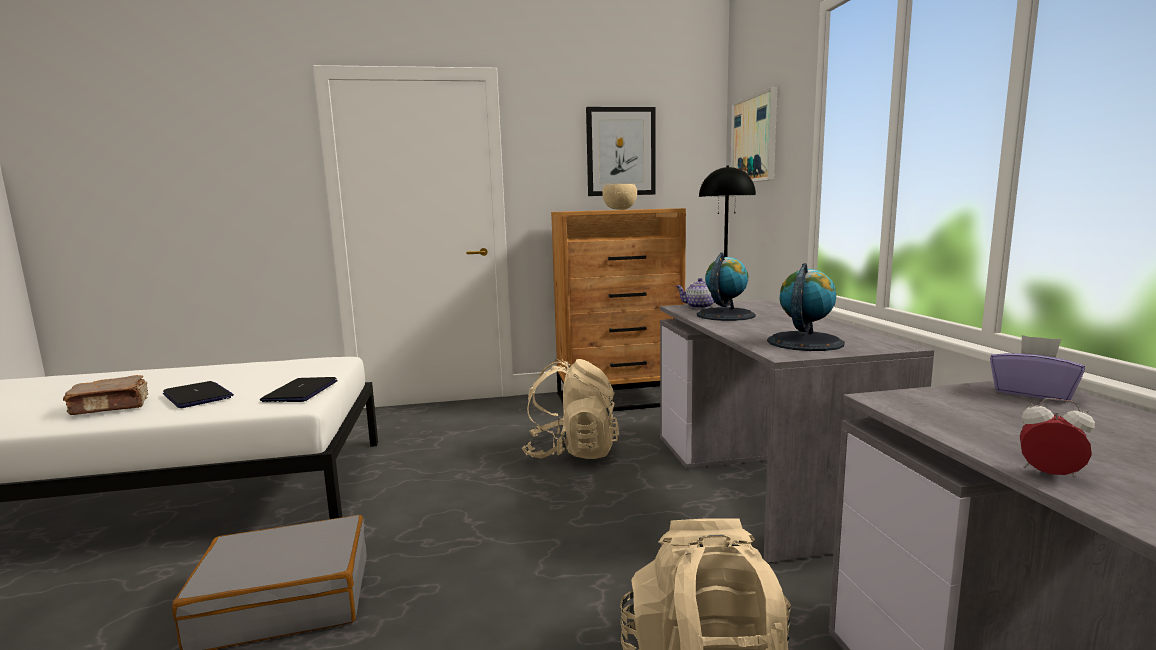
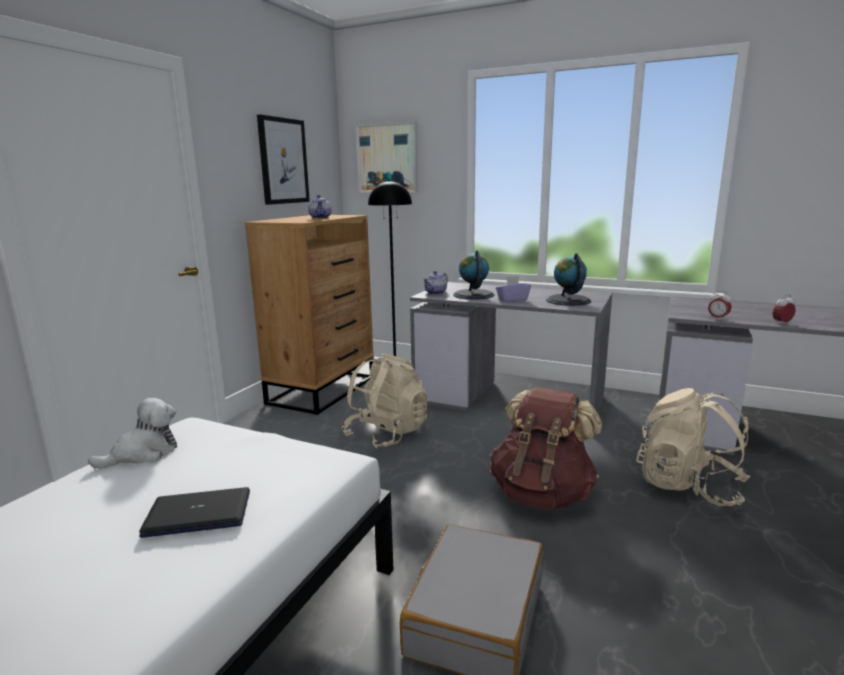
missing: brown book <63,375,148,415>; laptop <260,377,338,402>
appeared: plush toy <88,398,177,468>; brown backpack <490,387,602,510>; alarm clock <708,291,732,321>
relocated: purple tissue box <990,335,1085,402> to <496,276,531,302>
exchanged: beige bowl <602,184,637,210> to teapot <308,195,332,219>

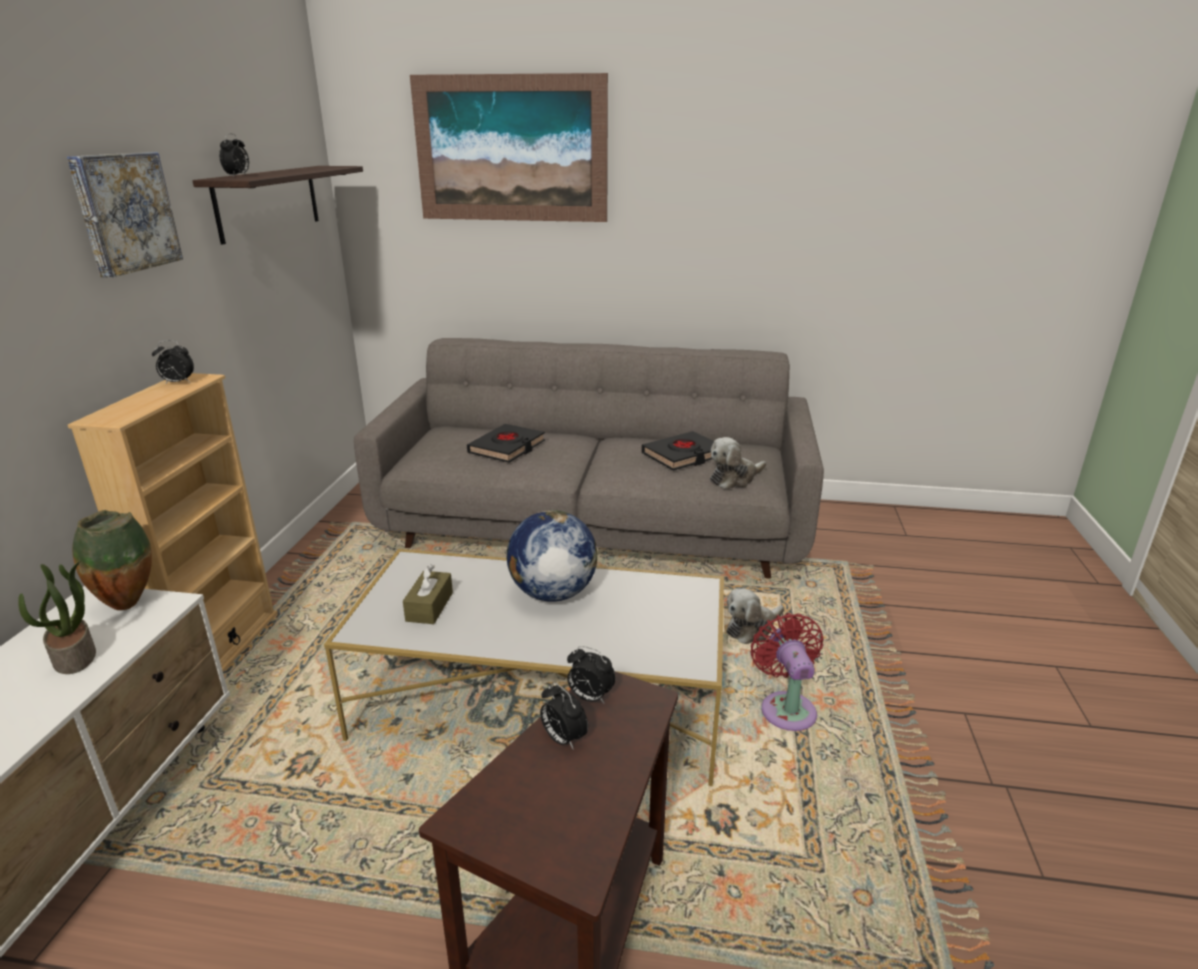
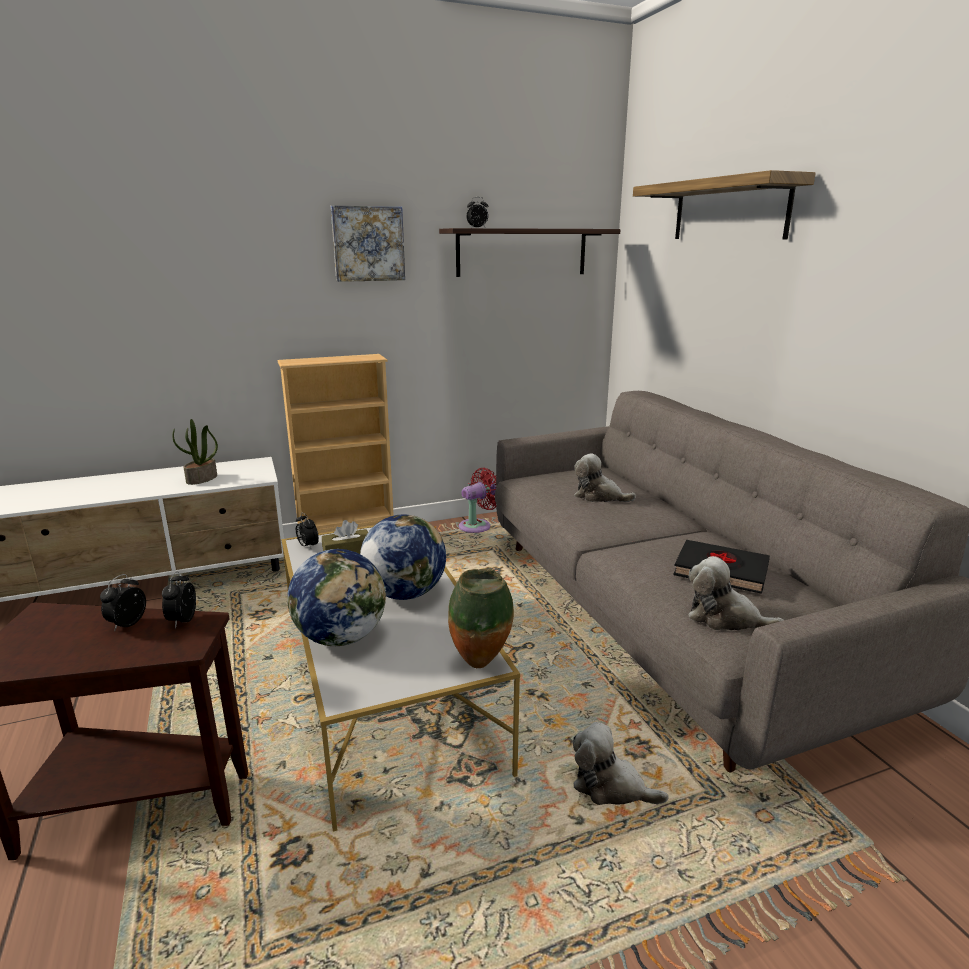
appeared: globe <287,549,386,646>
relocated: alarm clock <152,340,194,384> to <296,513,319,549>; vase <72,510,152,610> to <448,569,514,668>; red fan <750,613,824,731> to <459,468,496,533>
exchanged: black book <467,424,545,463> to plush toy <574,453,636,502>; picture <410,73,608,222> to shelf <633,170,815,240>

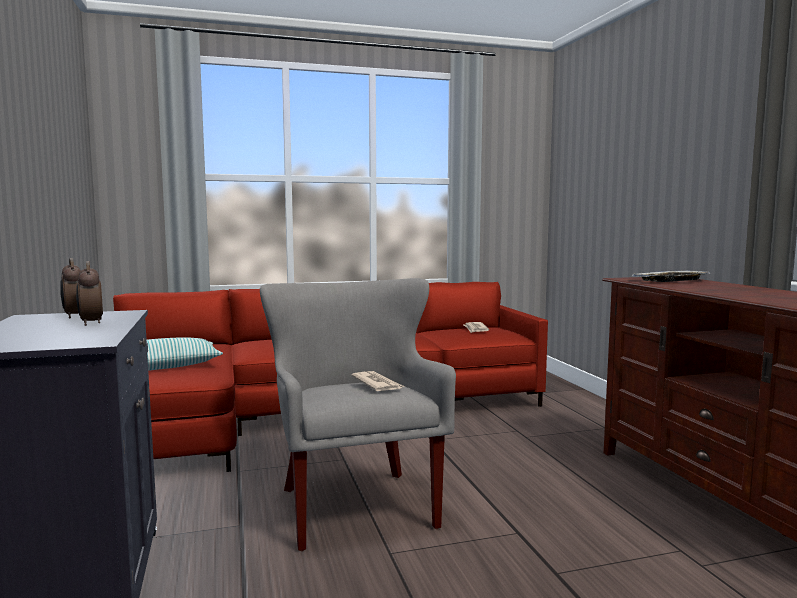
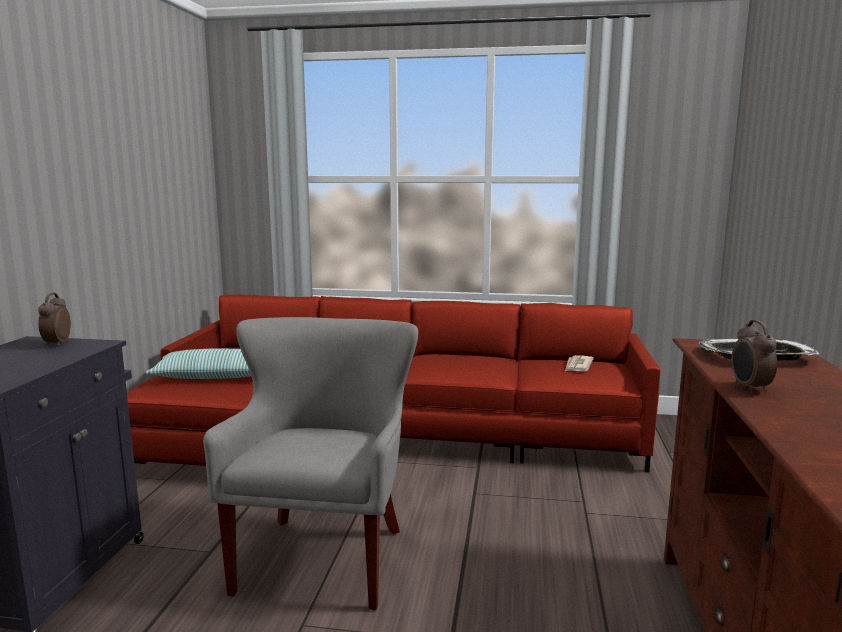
missing: newspaper <351,371,405,391>
relocated: alarm clock <76,261,103,326> to <731,320,777,393>

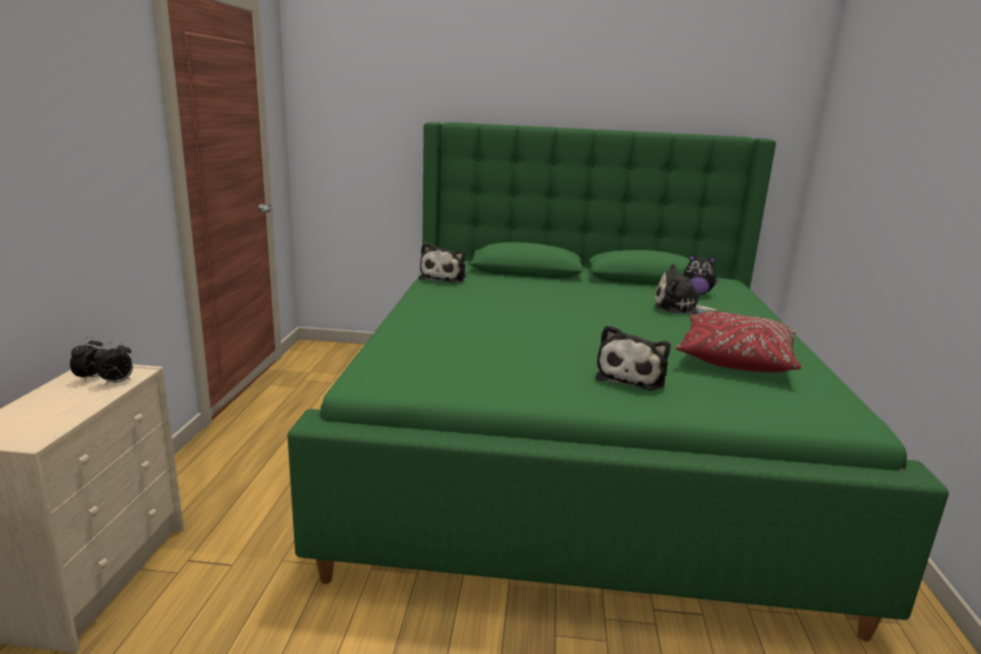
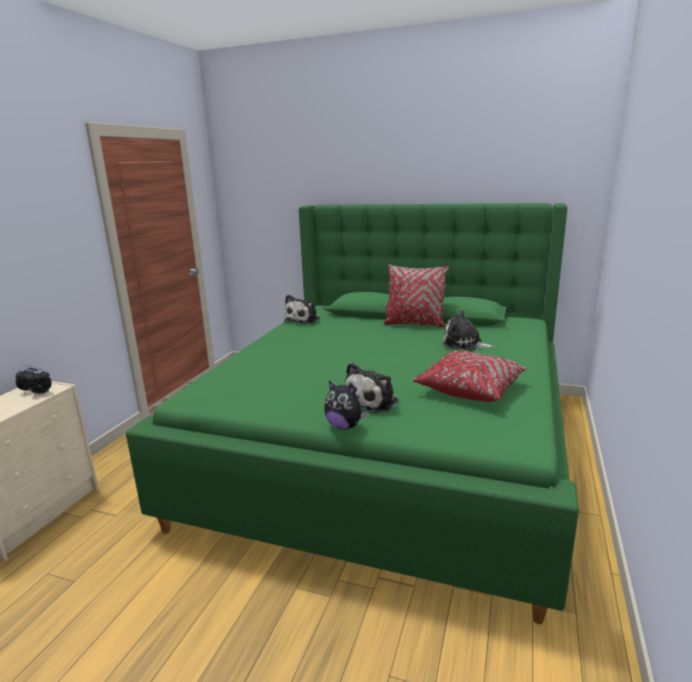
appeared: red pillow <383,264,449,327>
relocated: plush toy <683,253,719,295> to <324,381,368,430>

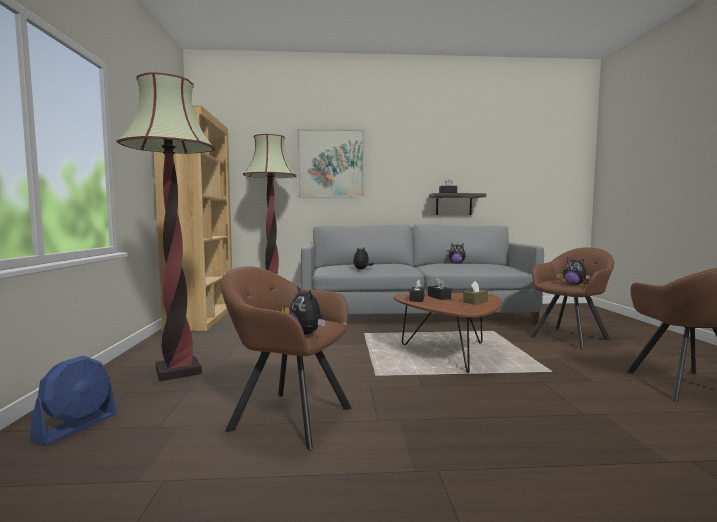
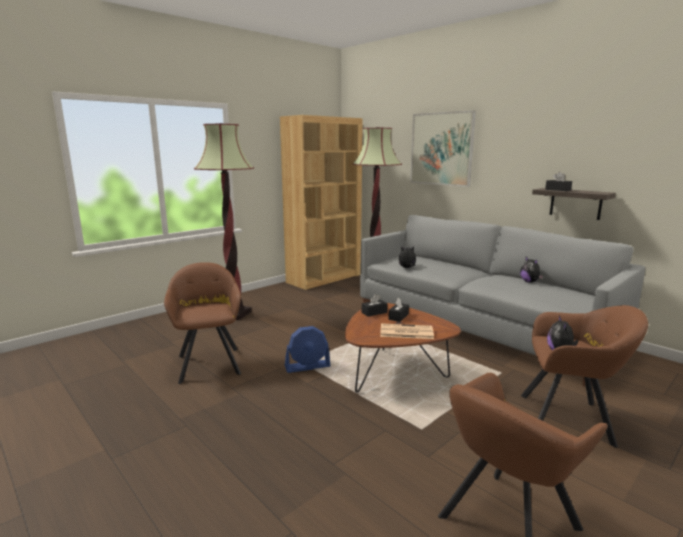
missing: plush toy <289,286,325,335>
relocated: blue fan <30,355,117,445> to <285,326,331,373>
exchanged: brown tissue box <463,281,488,305> to newspaper <380,323,434,339>

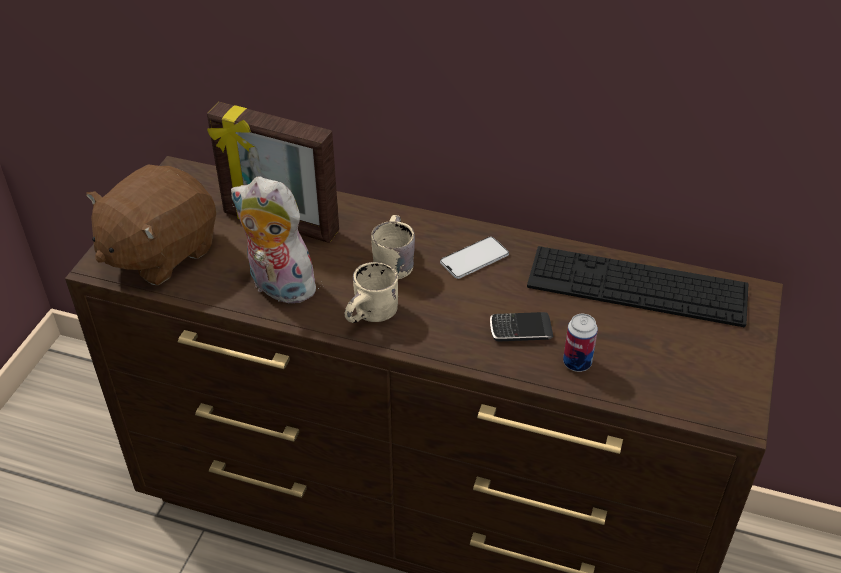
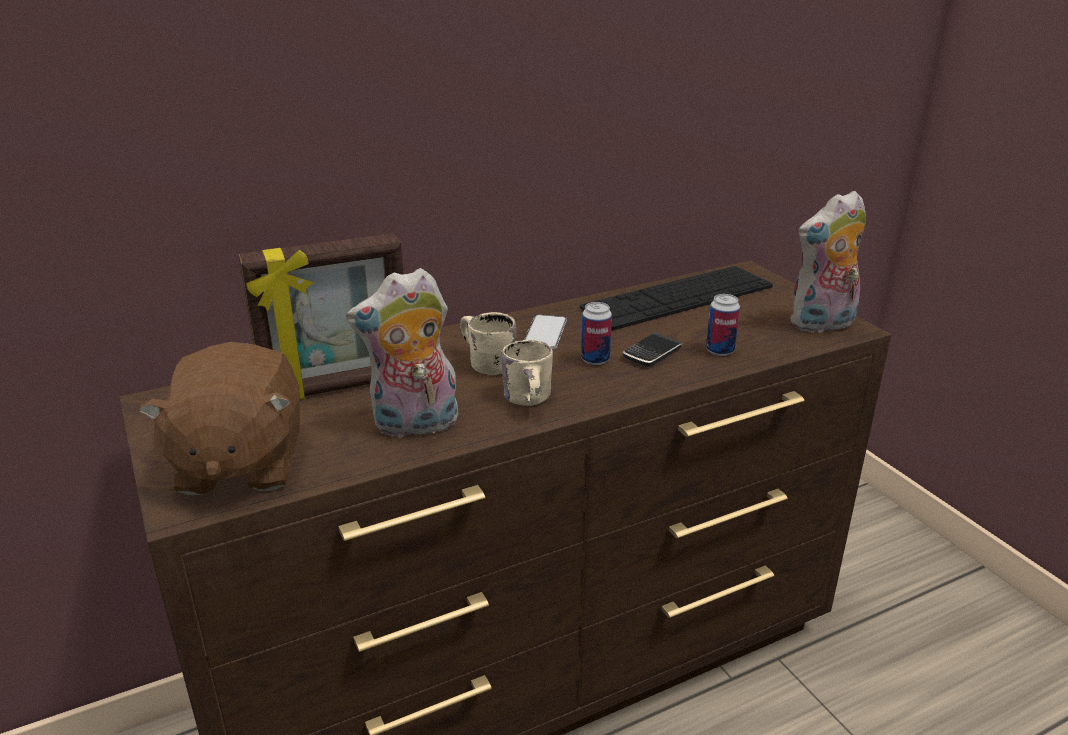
appeared: can <581,302,612,365>; plush toy <790,191,866,333>

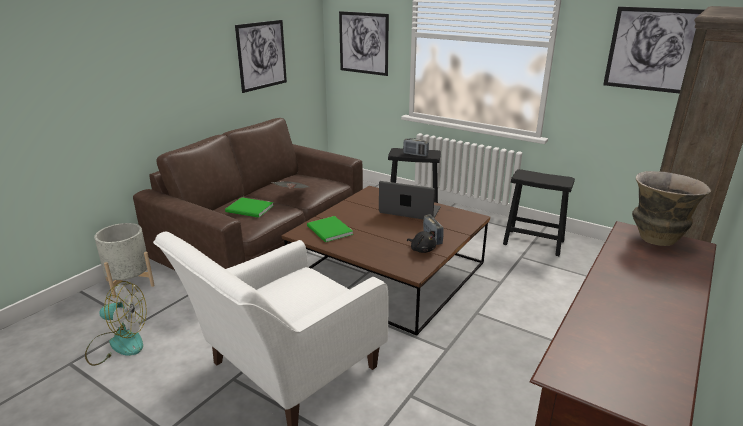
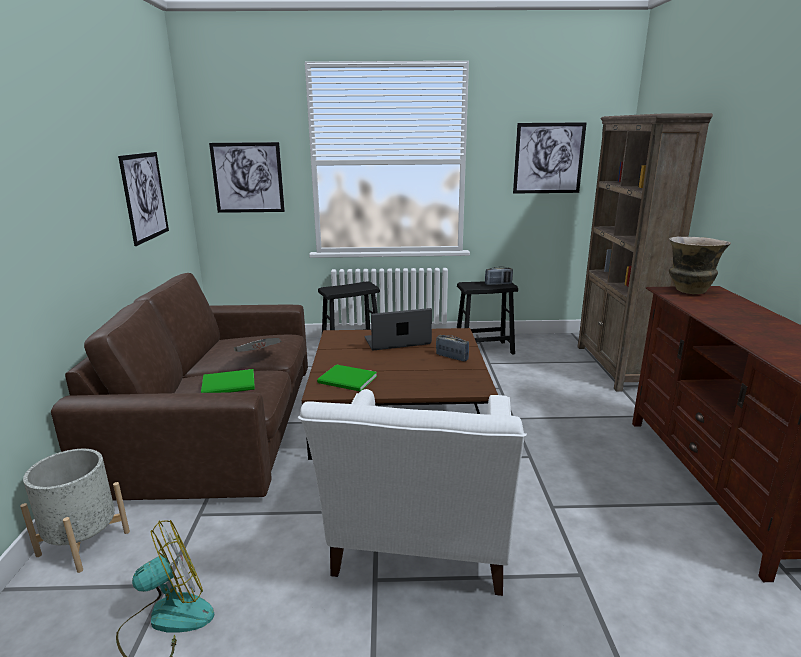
missing: black plush toy <407,231,436,253>
relocated: radio <403,138,429,157> to <485,266,513,285>

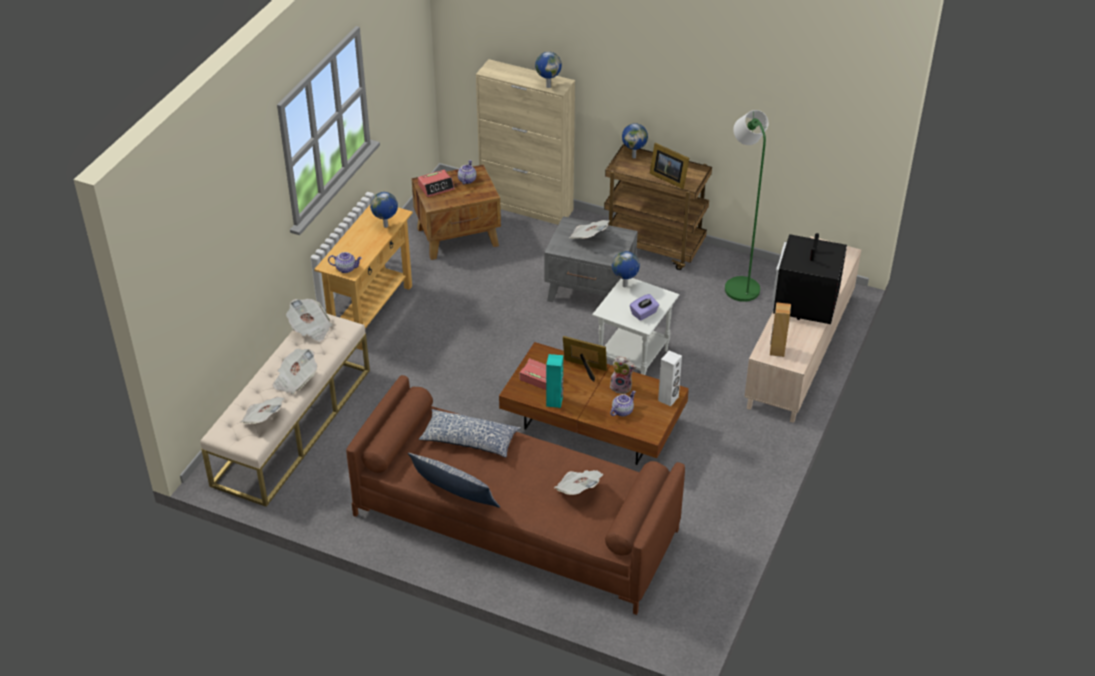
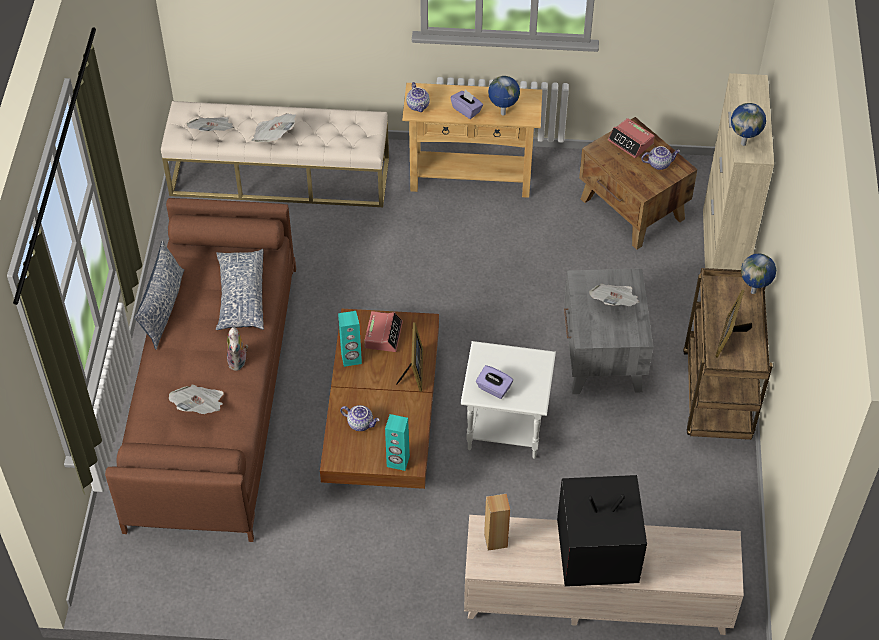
missing: newspaper <286,299,333,342>; globe <612,251,640,287>; green floor lamp <725,110,769,302>
appeared: purple tissue box <451,90,483,119>
relocated: plush toy <610,356,636,394> to <227,327,248,371>
colour: white speaker <658,351,682,406> to turquoise speaker <385,414,410,471>

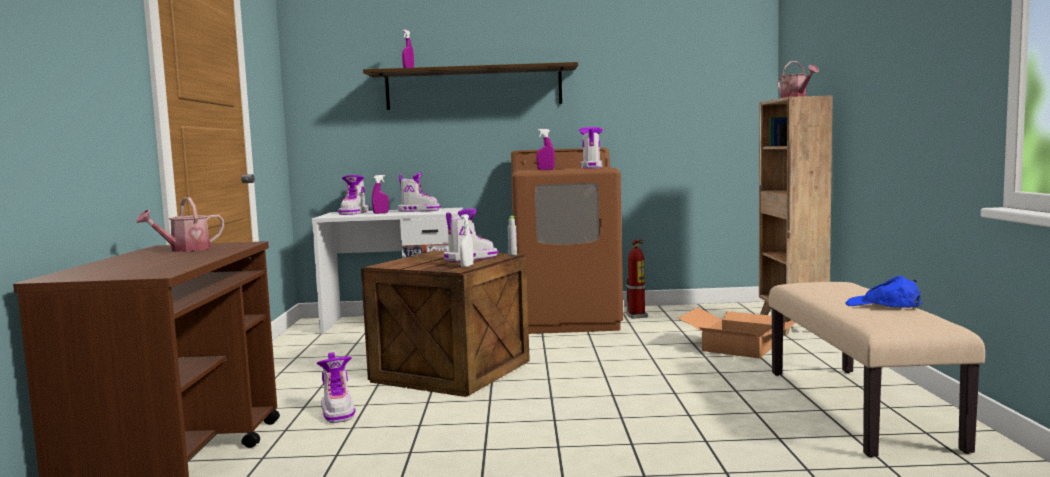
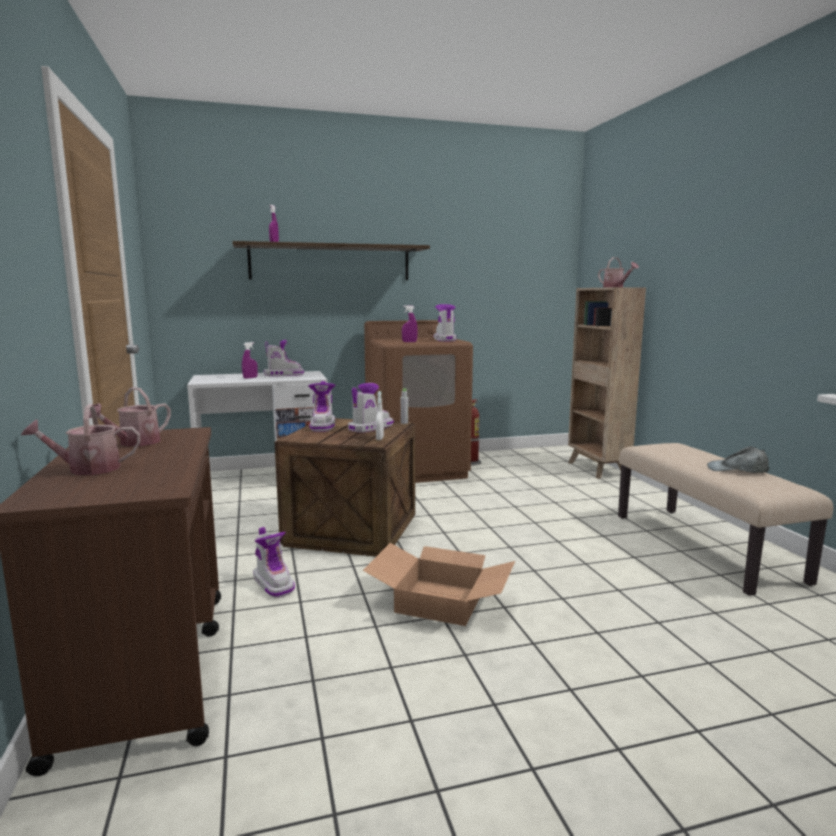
appeared: watering can <21,404,140,475>
relocated: boot <338,175,369,215> to <308,381,336,432>; cardboard box <678,307,796,359> to <363,543,515,626>
colour: blue cap <846,276,922,308> to grey cap <707,446,769,473>

